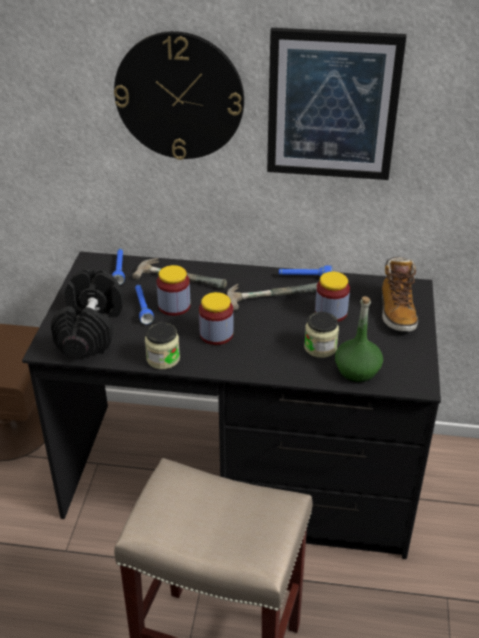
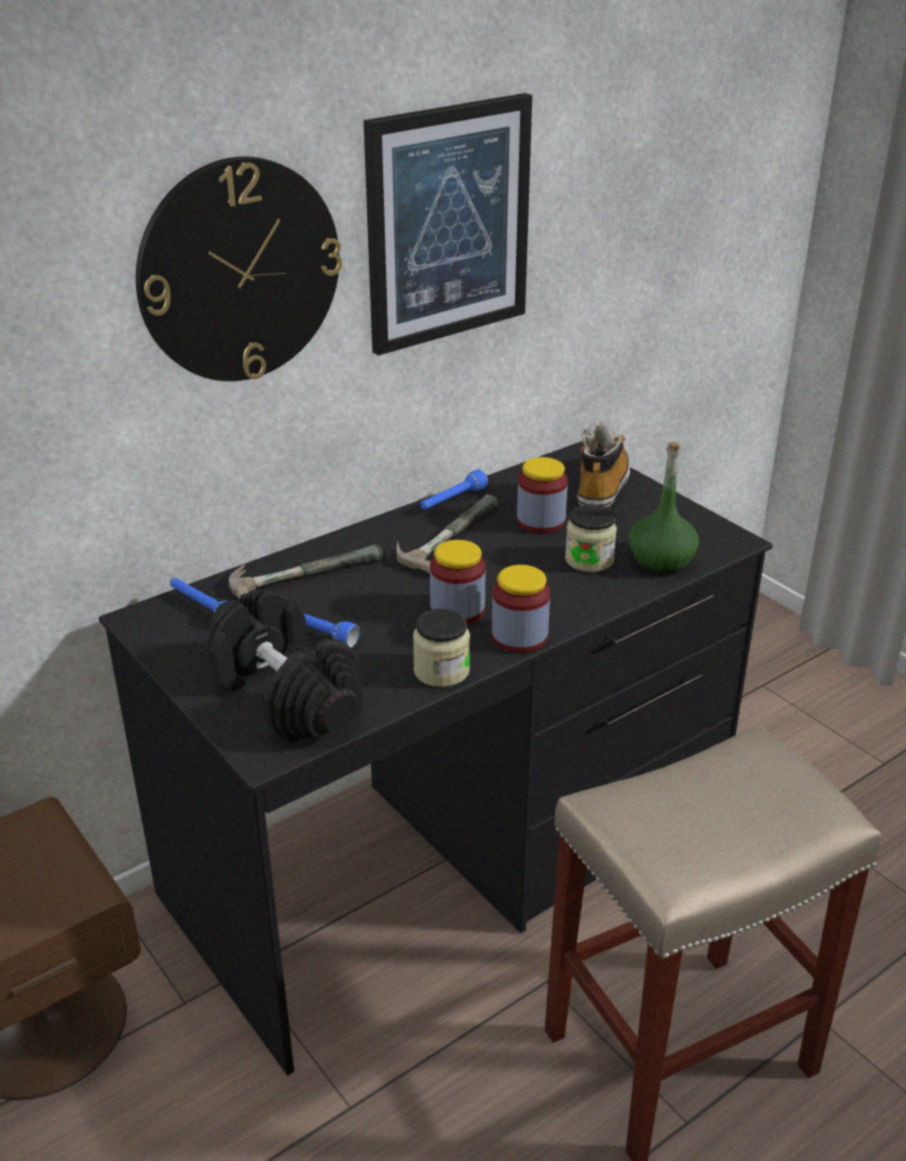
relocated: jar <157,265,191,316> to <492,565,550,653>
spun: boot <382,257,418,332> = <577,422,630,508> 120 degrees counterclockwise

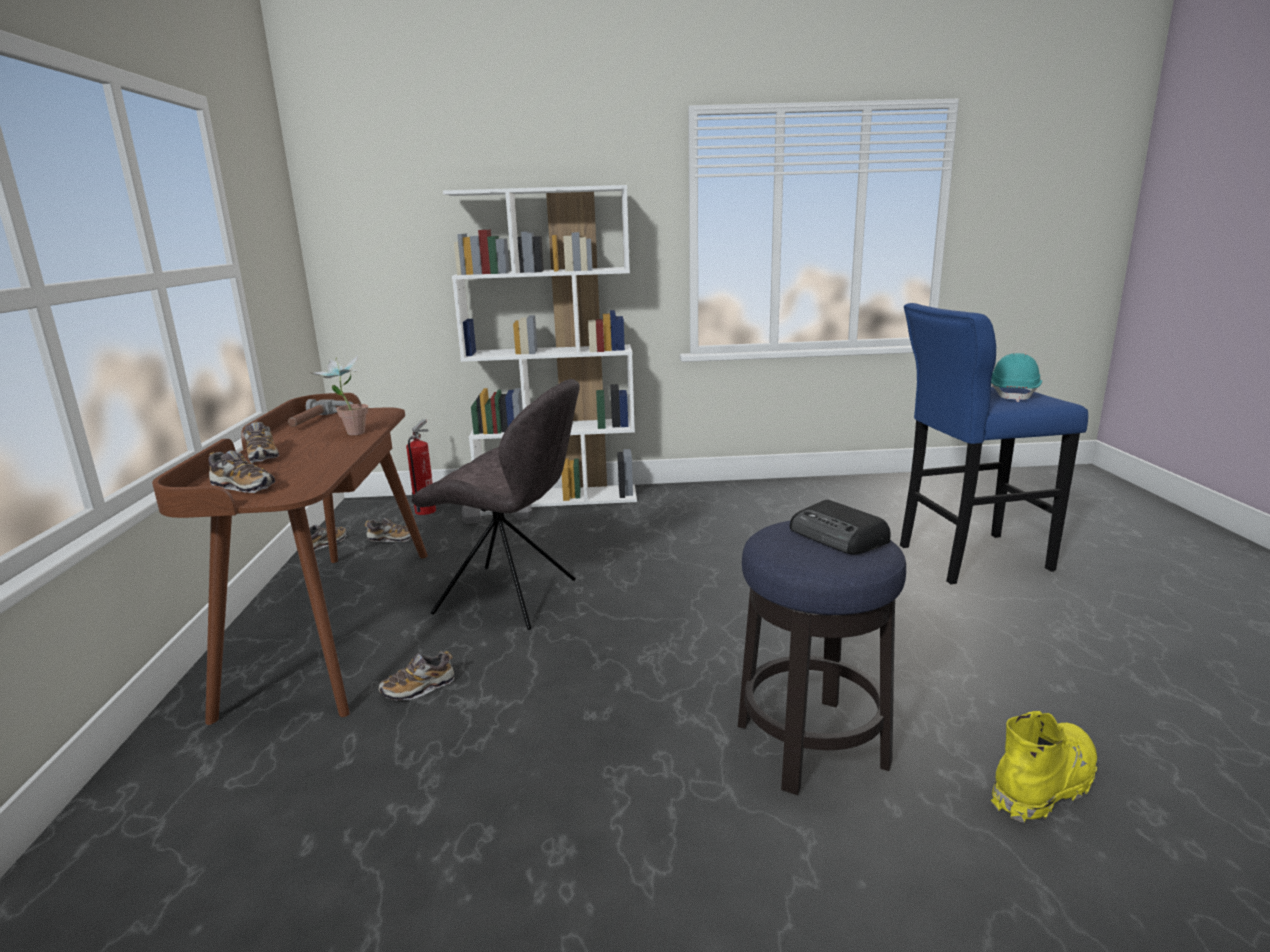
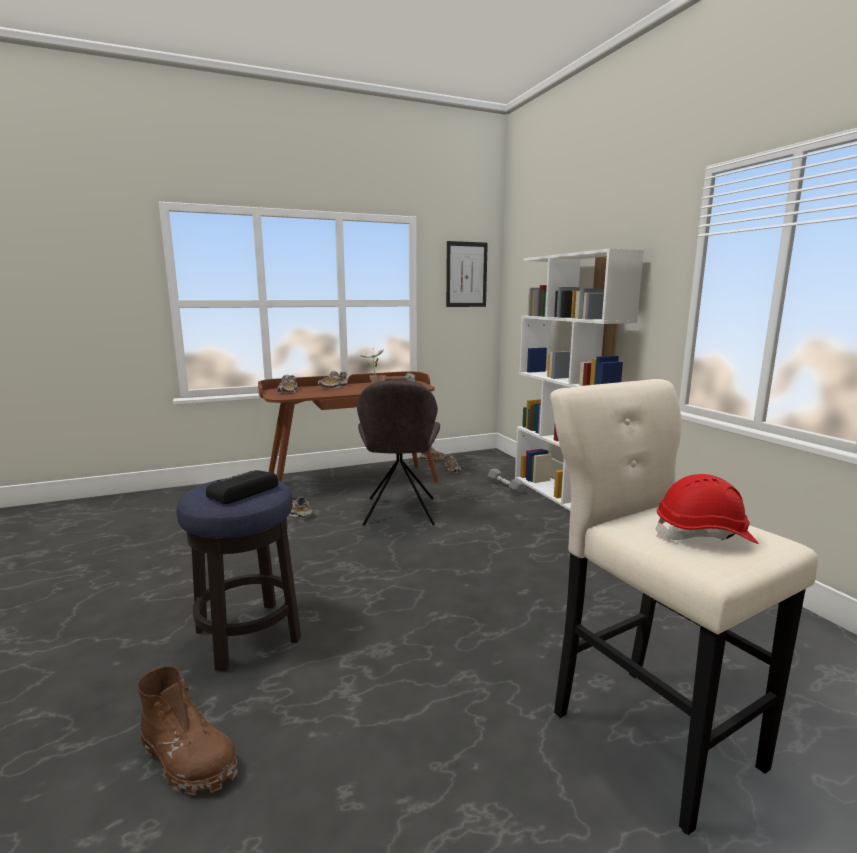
missing: fire extinguisher <406,419,436,515>
appeared: picture <446,241,488,307>
colour: yellow boot <991,711,1097,823> to brown boot <137,666,238,795>; blue stool <900,303,1088,584> to beige stool <550,379,818,835>; turquoise hard hat <991,353,1042,402> to red hard hat <656,474,759,544>

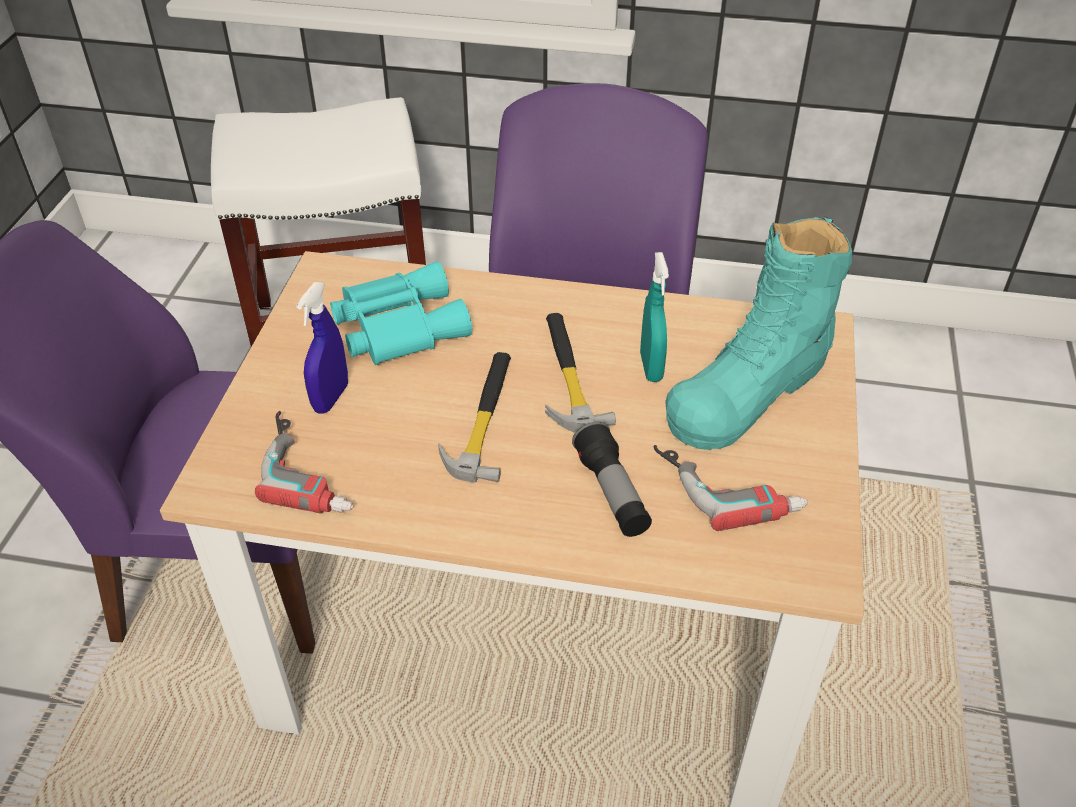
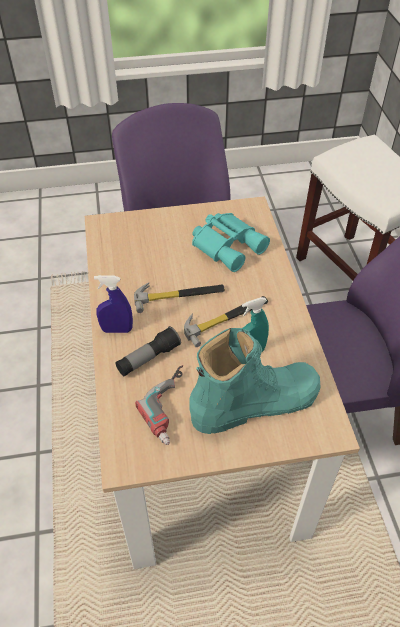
missing: power drill <255,411,354,514>
relocated: blue spray bottle <296,282,348,414> to <94,275,133,333>
spun: turquoise boot <665,216,852,450> = <189,328,320,434> 135 degrees clockwise

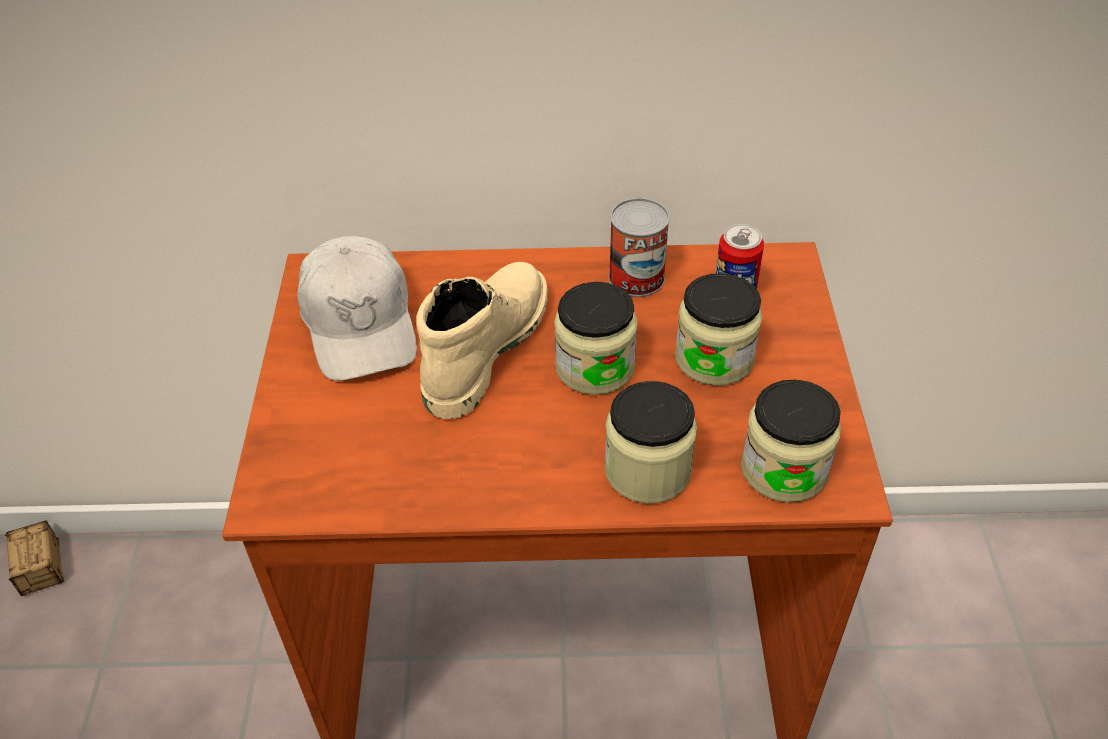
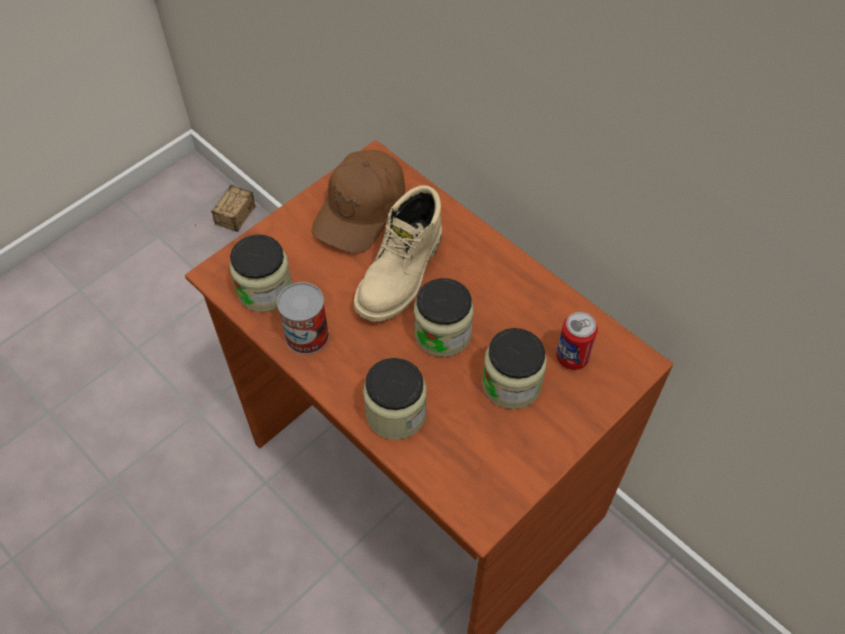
relocated: jar <741,380,841,502> to <230,235,292,312>; can <609,198,670,297> to <277,282,329,354>
colour: white cap <297,236,417,381> to brown cap <312,150,405,254>
spun: beige boot <416,262,548,419> = <354,185,442,322> 135 degrees clockwise

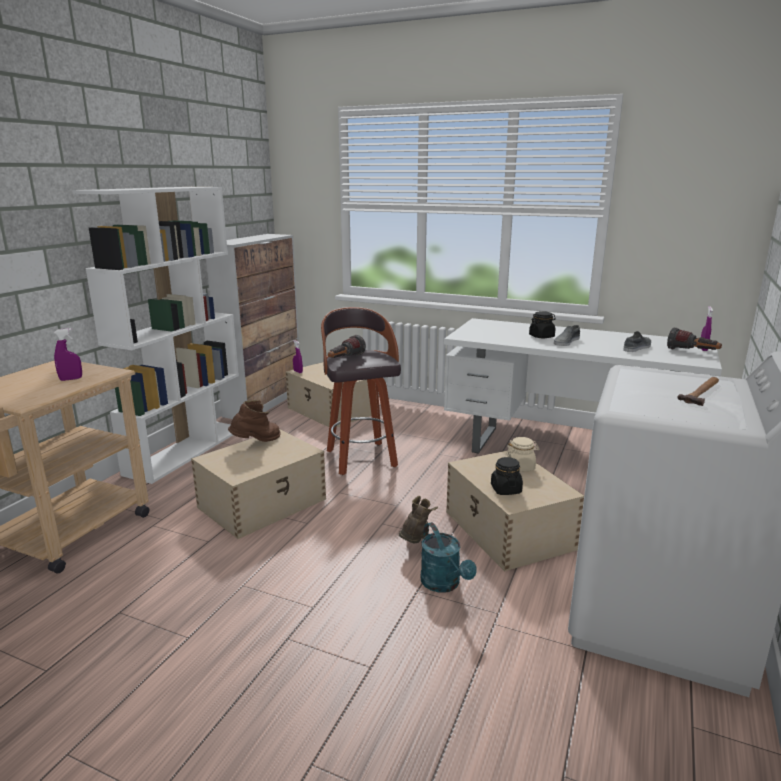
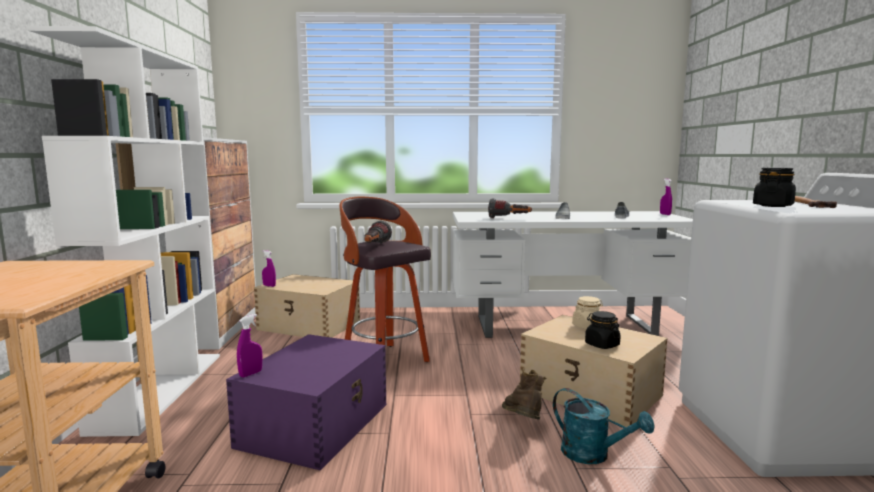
missing: brown boot <228,400,281,442>
relocated: purple spray bottle <54,328,82,381> to <237,314,263,378>; flashlight <667,327,722,350> to <488,198,532,218>; black jar <529,311,556,338> to <753,167,796,207>
colour: beige storage box <191,429,326,539> to purple storage box <226,334,386,471>

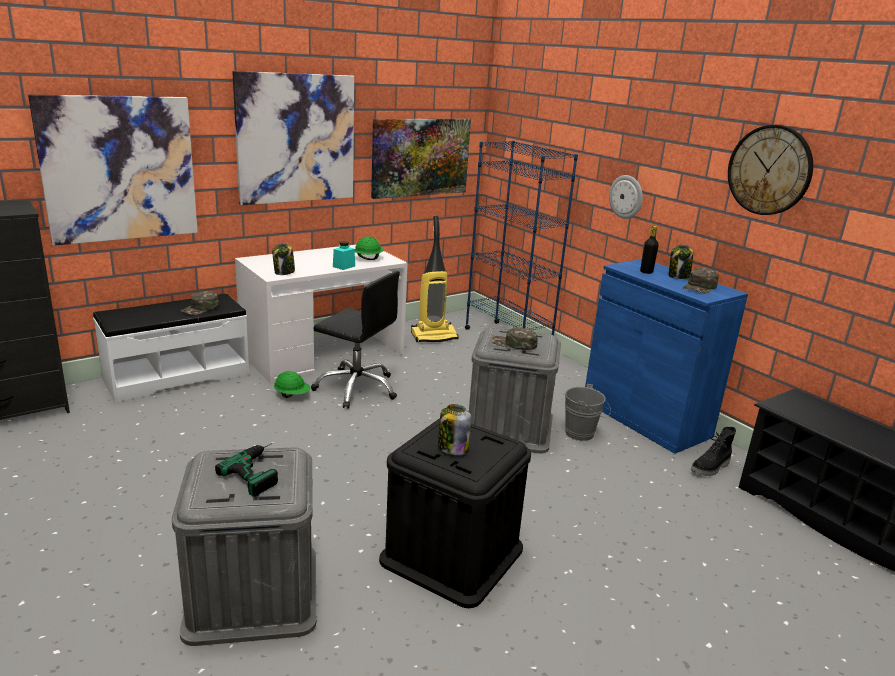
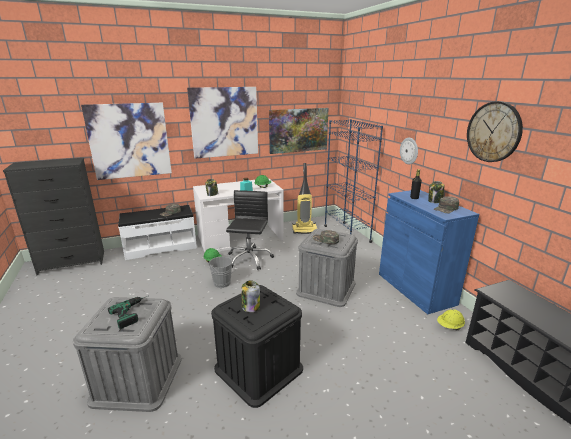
relocated: grey bucket <565,384,611,441> to <209,255,235,288>
exchanged: black boot <691,427,736,476> to yellow hard hat <437,309,465,330>
spun: black office chair <311,271,400,409> = <226,190,274,270> 120 degrees counterclockwise

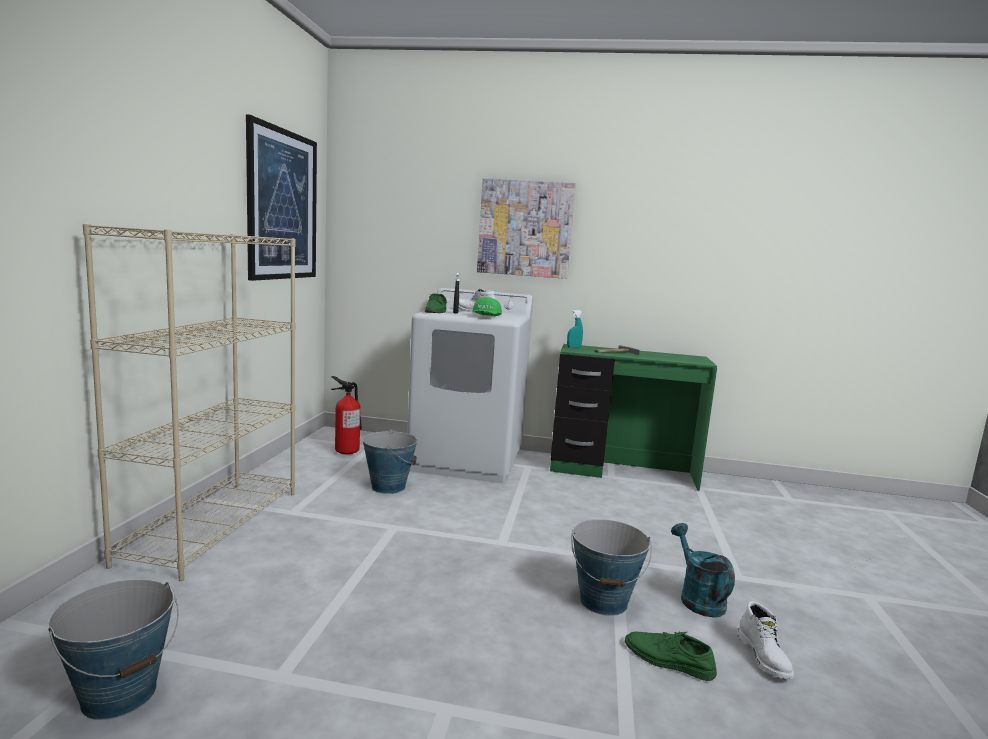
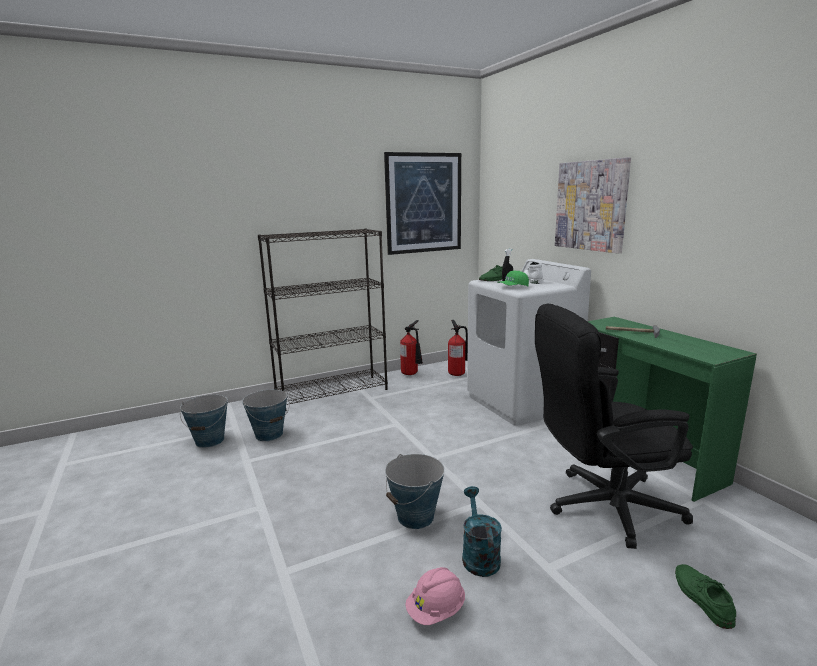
missing: turquoise spray bottle <567,310,583,348>
appeared: fire extinguisher <400,320,423,375>; black office chair <535,304,693,549>
relocated: bucket <363,429,417,494> to <242,390,290,441>; green shoe <625,631,717,681> to <675,564,736,629>
exchanged: white boot <737,601,794,679> to pink hard hat <405,567,465,625>
colour: beige bookcase <83,224,296,581> to black bookcase <258,229,388,411>
spun: turquoise watering can <671,523,735,618> = <462,486,502,577> 45 degrees counterclockwise

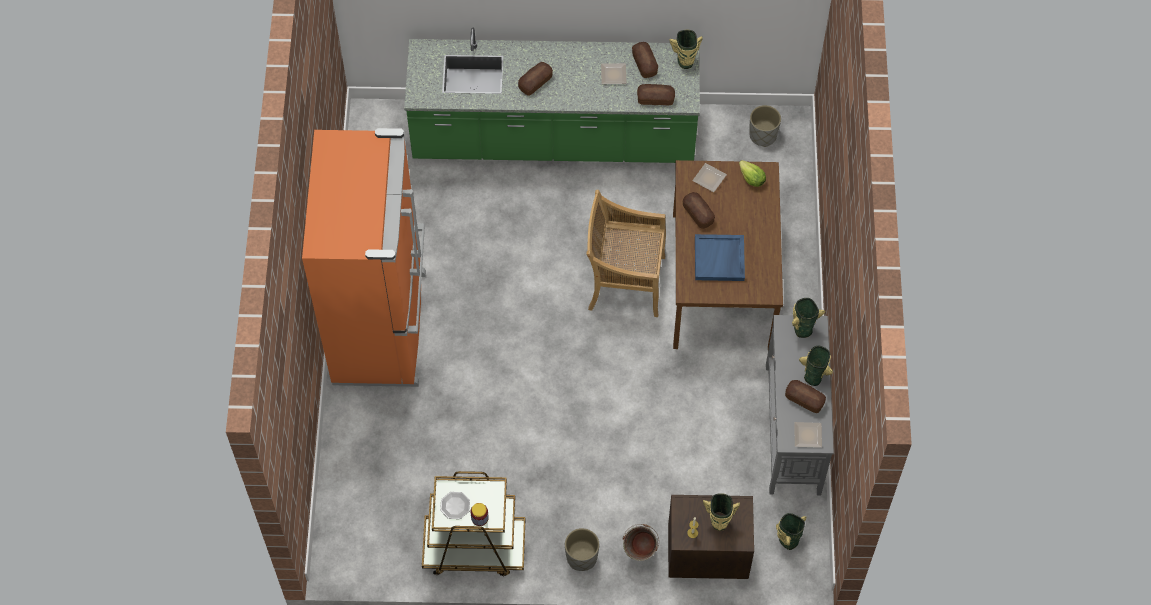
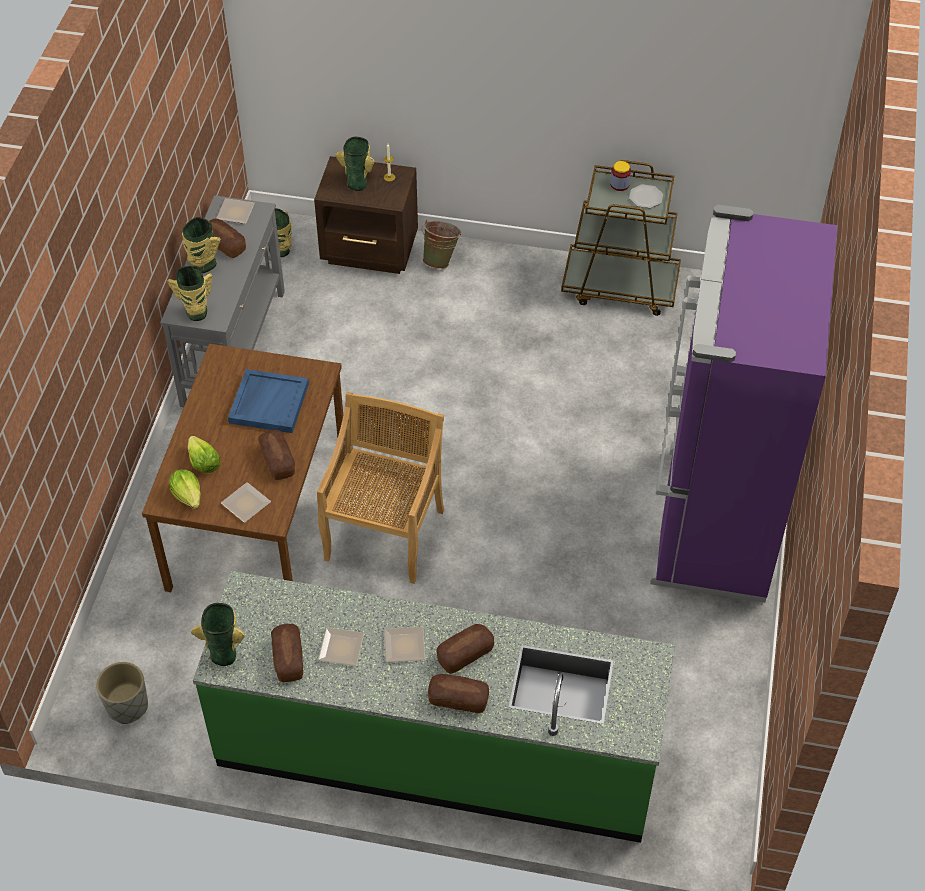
missing: grey planter <565,528,599,571>
appeared: lettuce <188,436,220,473>; plate <384,627,425,662>
relocated: bread <637,84,675,105> to <428,674,489,713>
colour: orange fridge <302,128,426,387> to purple fridge <650,205,837,603>
spun: beige chair <586,190,666,317> = <317,392,444,584> 90 degrees counterclockwise

